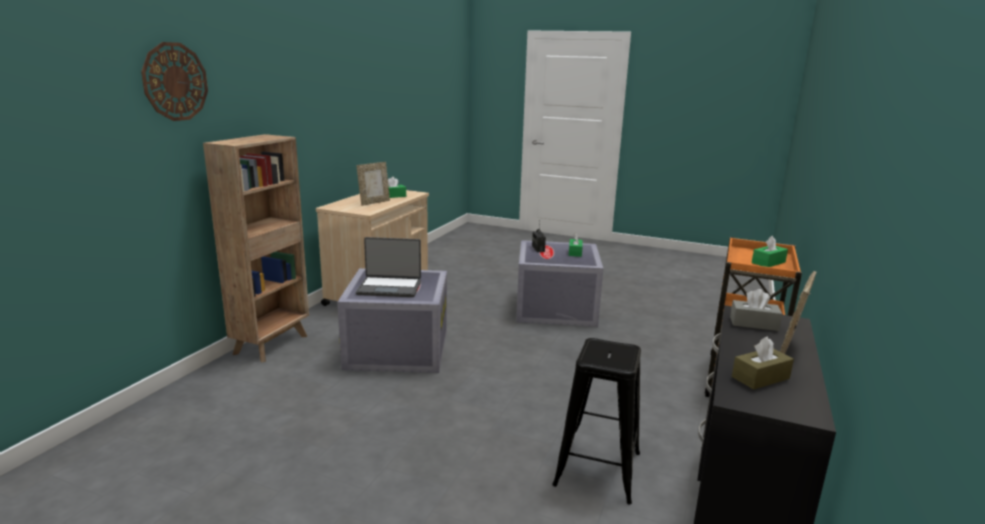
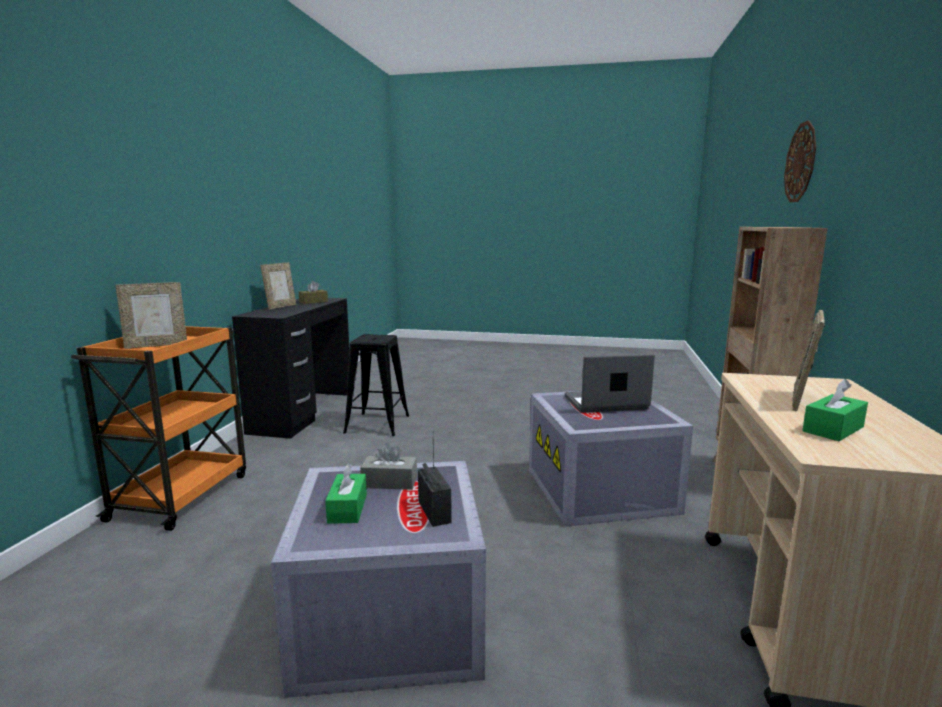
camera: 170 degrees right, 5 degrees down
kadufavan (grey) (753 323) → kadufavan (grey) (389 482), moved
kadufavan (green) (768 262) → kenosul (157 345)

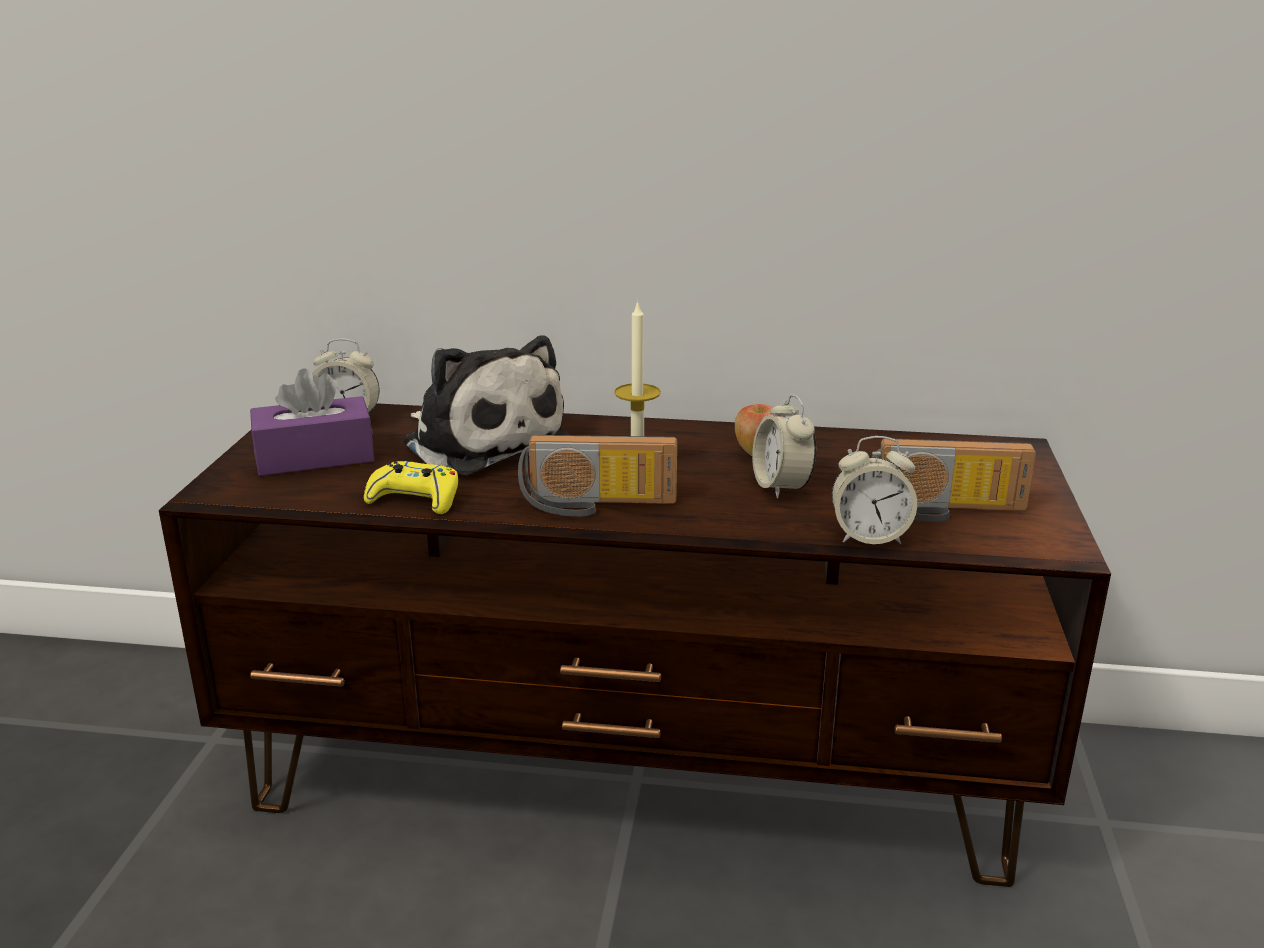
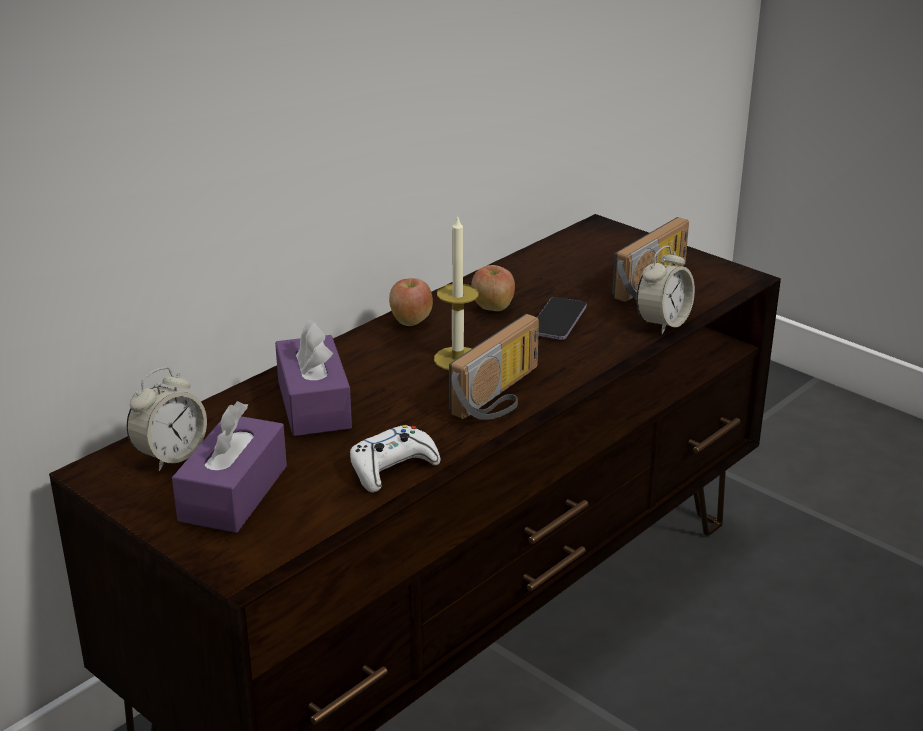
camera: 55 degrees left, 5 degrees up
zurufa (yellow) (415 499) → zurufa (white) (392 468)
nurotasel (481 441) → kadufavan (purple) (314 404)
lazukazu (781 487) → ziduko (558 321)
- → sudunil (410 321)

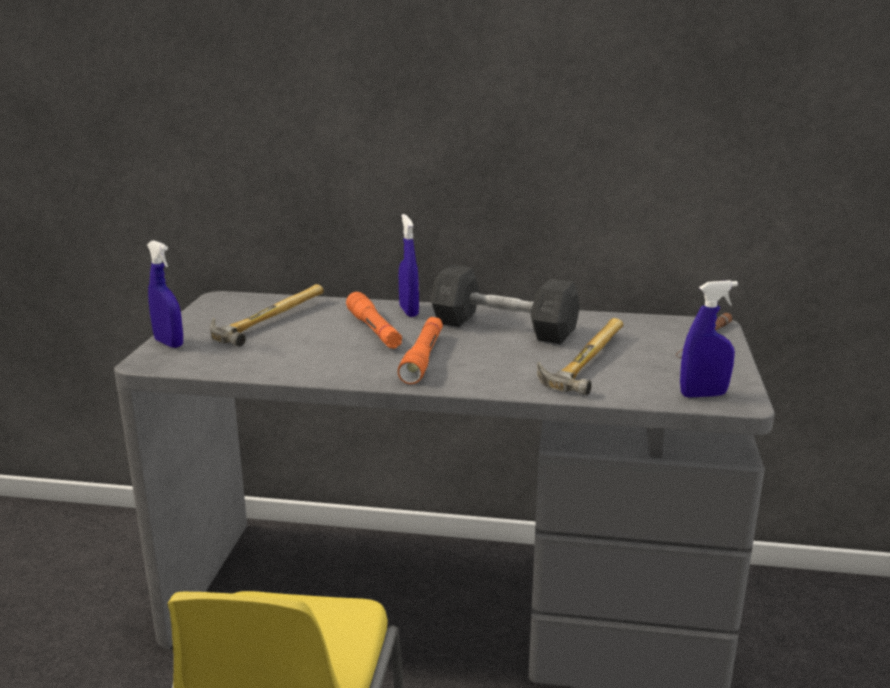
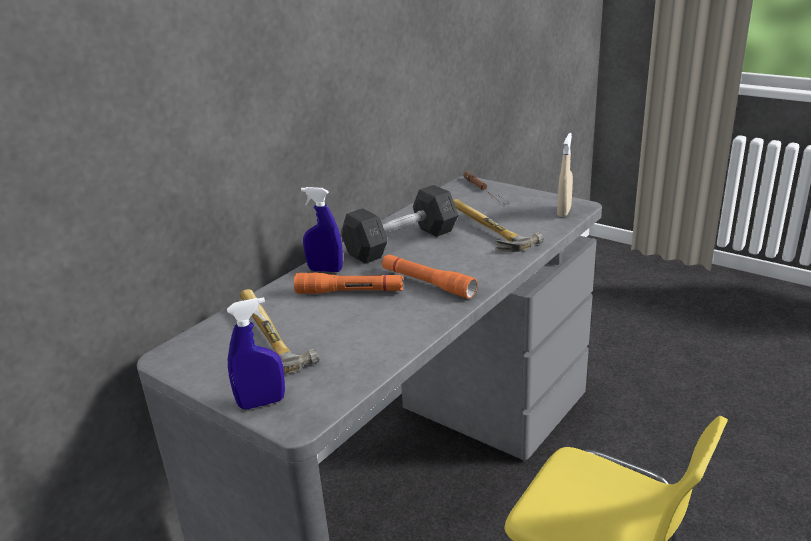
camera: 60 degrees left, 5 degrees up
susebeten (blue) (703 395) → susebeten (beige) (564 212)

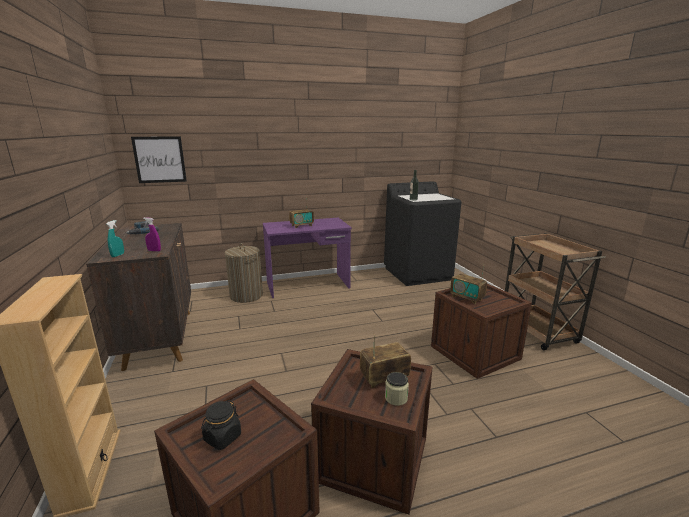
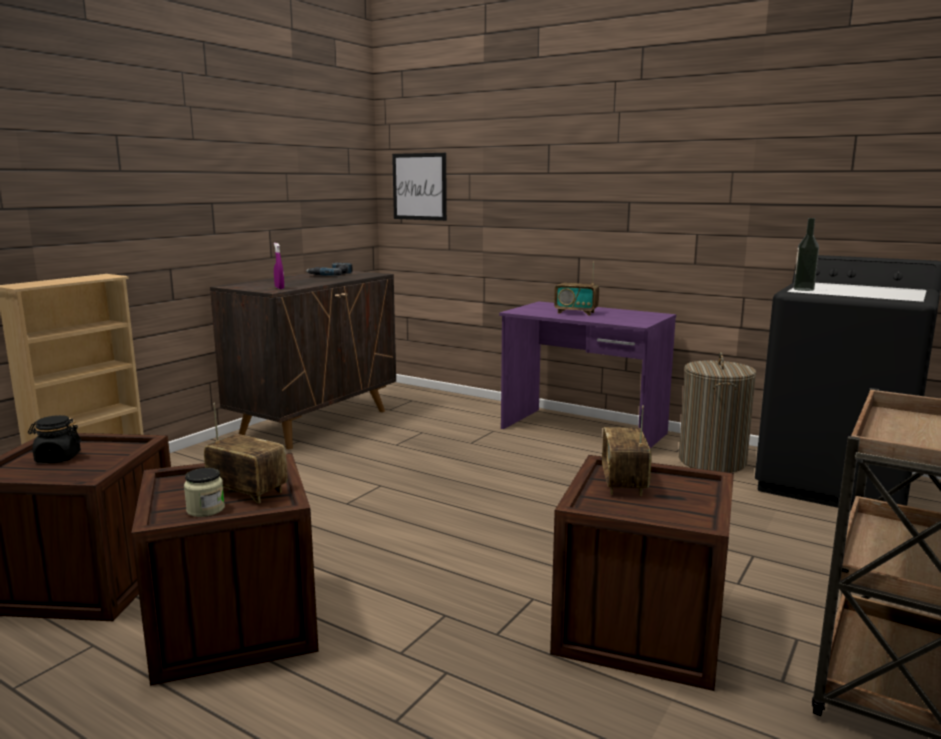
camera: 50 degrees right, 5 degrees down
susebeten (turquoise) (118 255) → -
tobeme (246 296) → tobeme (712 461), moved

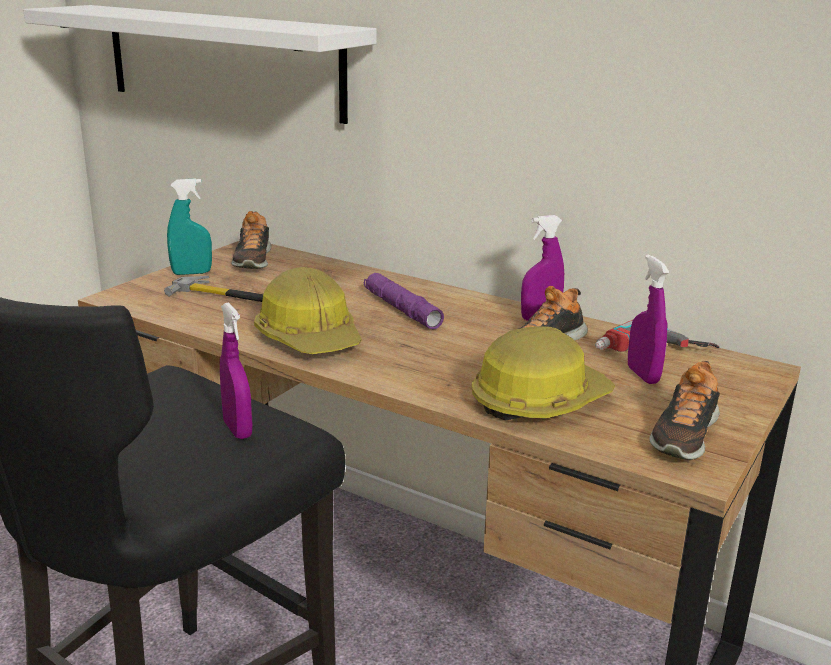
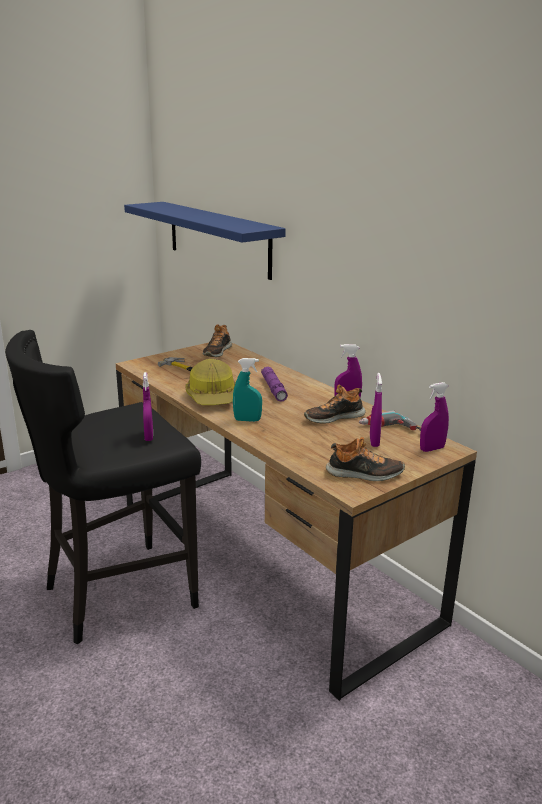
camera: 20 degrees right, 0 degrees up
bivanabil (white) (222 61) → bivanabil (blue) (218 238)
susebeten (turquoise) (192 273) → susebeten (turquoise) (247 420), moved
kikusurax (538 401) → -
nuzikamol (684 435) → nuzikamol (364 474), 135 degrees counterclockwise
- → susebeten (purple) (432 449)

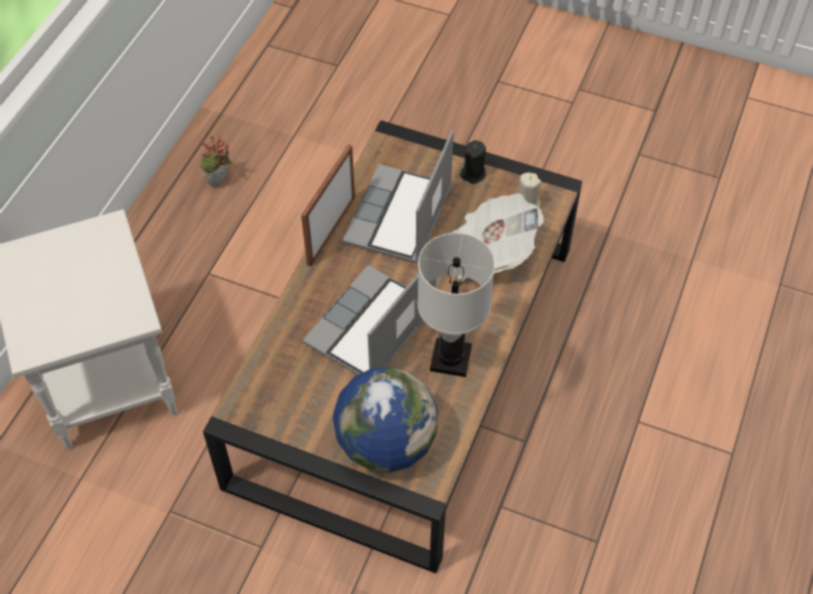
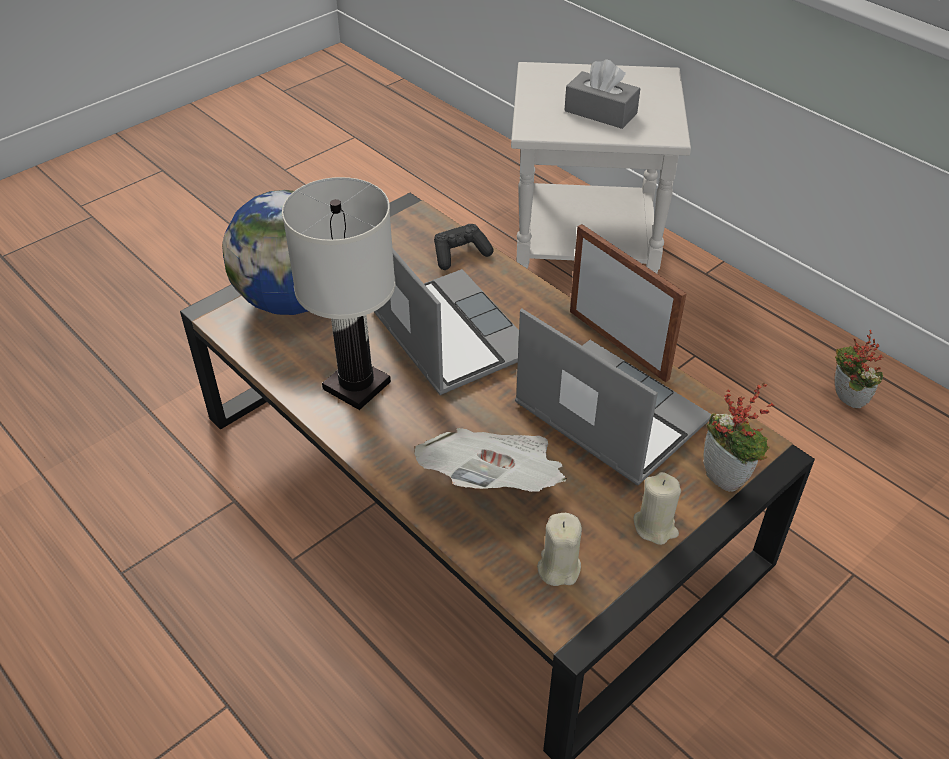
camera: 115 degrees right, 10 degrees down
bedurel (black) (473 173) → bedurel (beige) (655 527)
- → zurufa (black) (460 254)
- → kadufavan (grey) (600 112)
- → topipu (727 478)

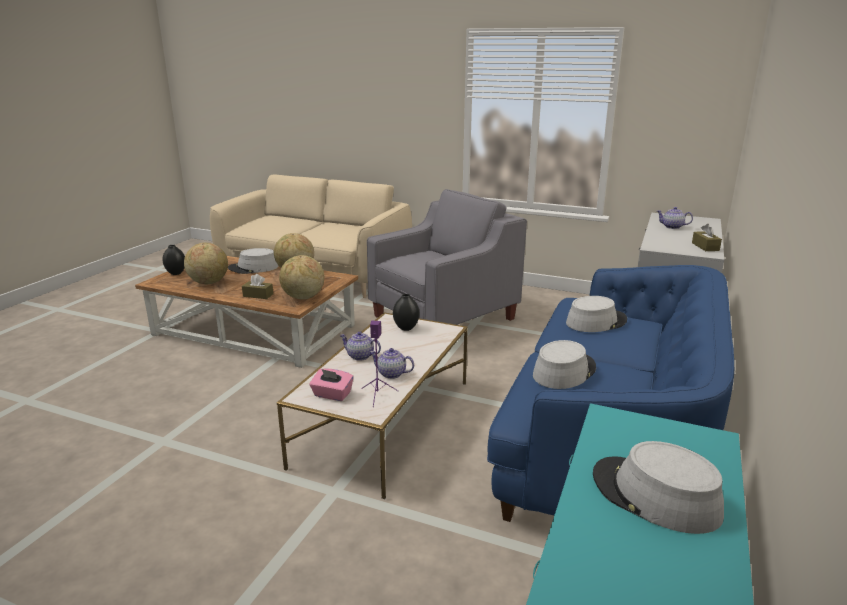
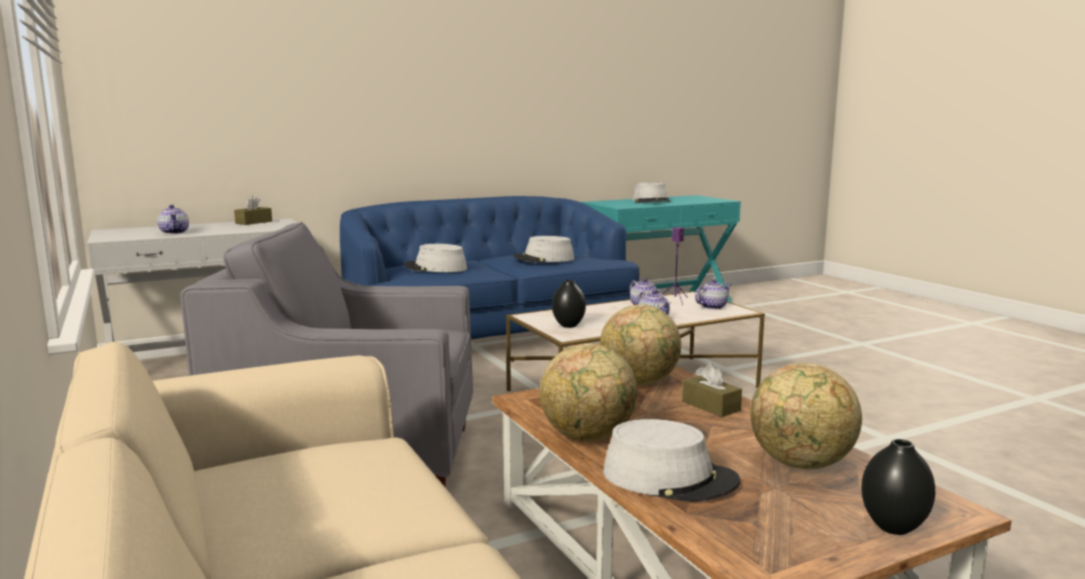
camera: 140 degrees left, 10 degrees down
kadufavan (pink) (332 395) → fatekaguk (712 307)

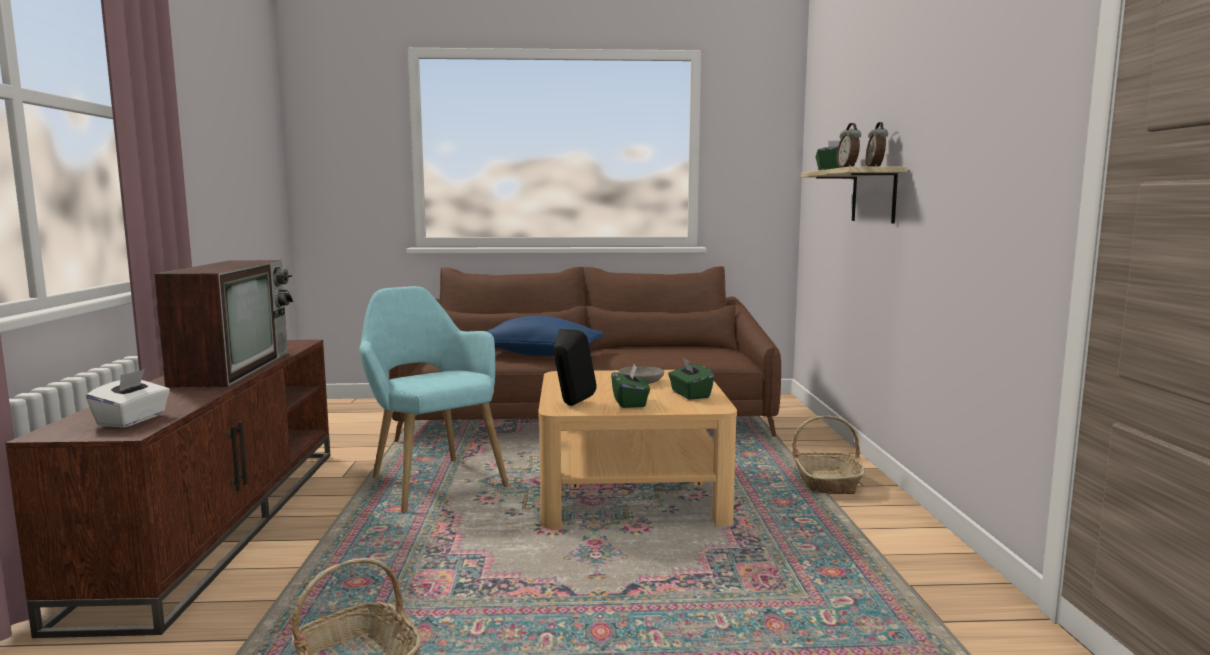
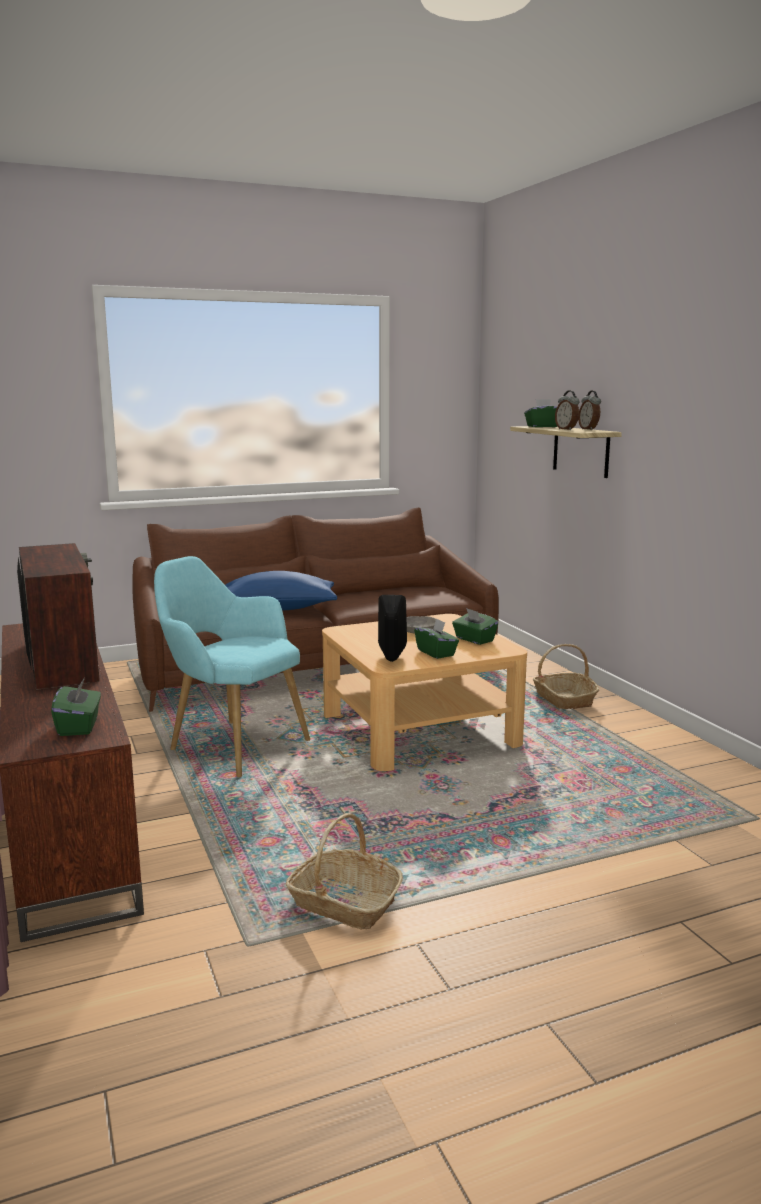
camera: 20 degrees left, 5 degrees up
kadufavan (white) (132 420) → kadufavan (green) (79 726)

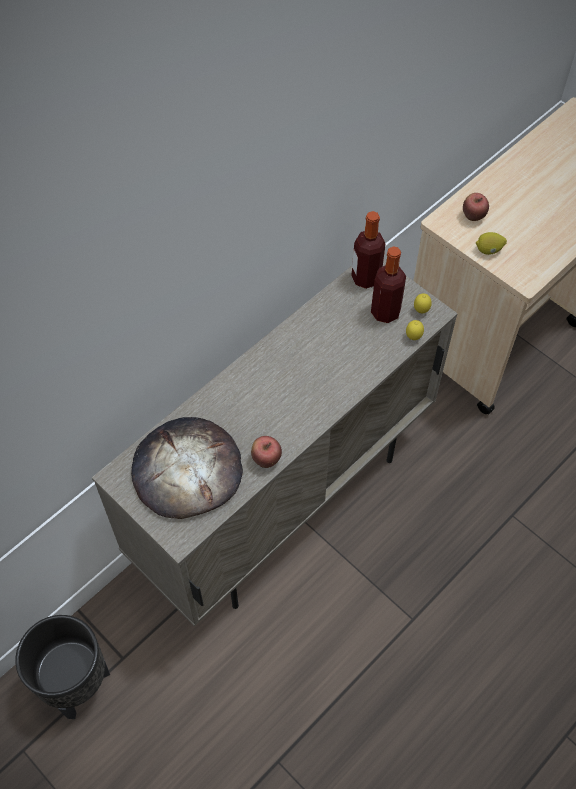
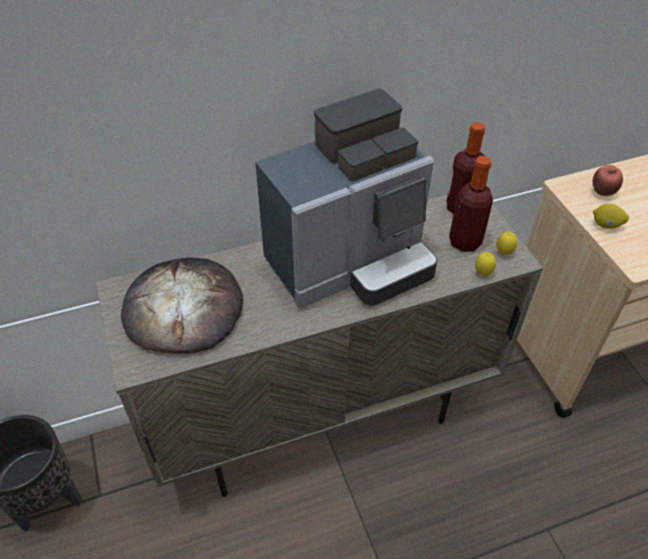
camera: 25 degrees right, 10 degrees down
sudunil (266 459) → -
- → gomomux (351 263)

